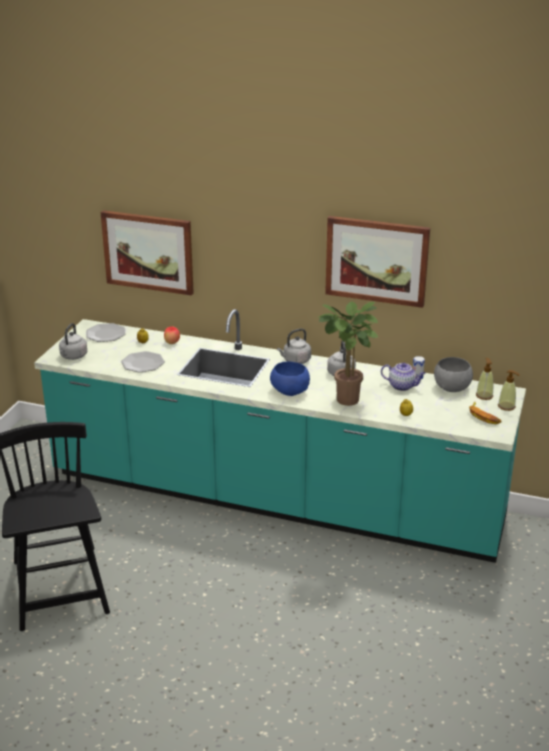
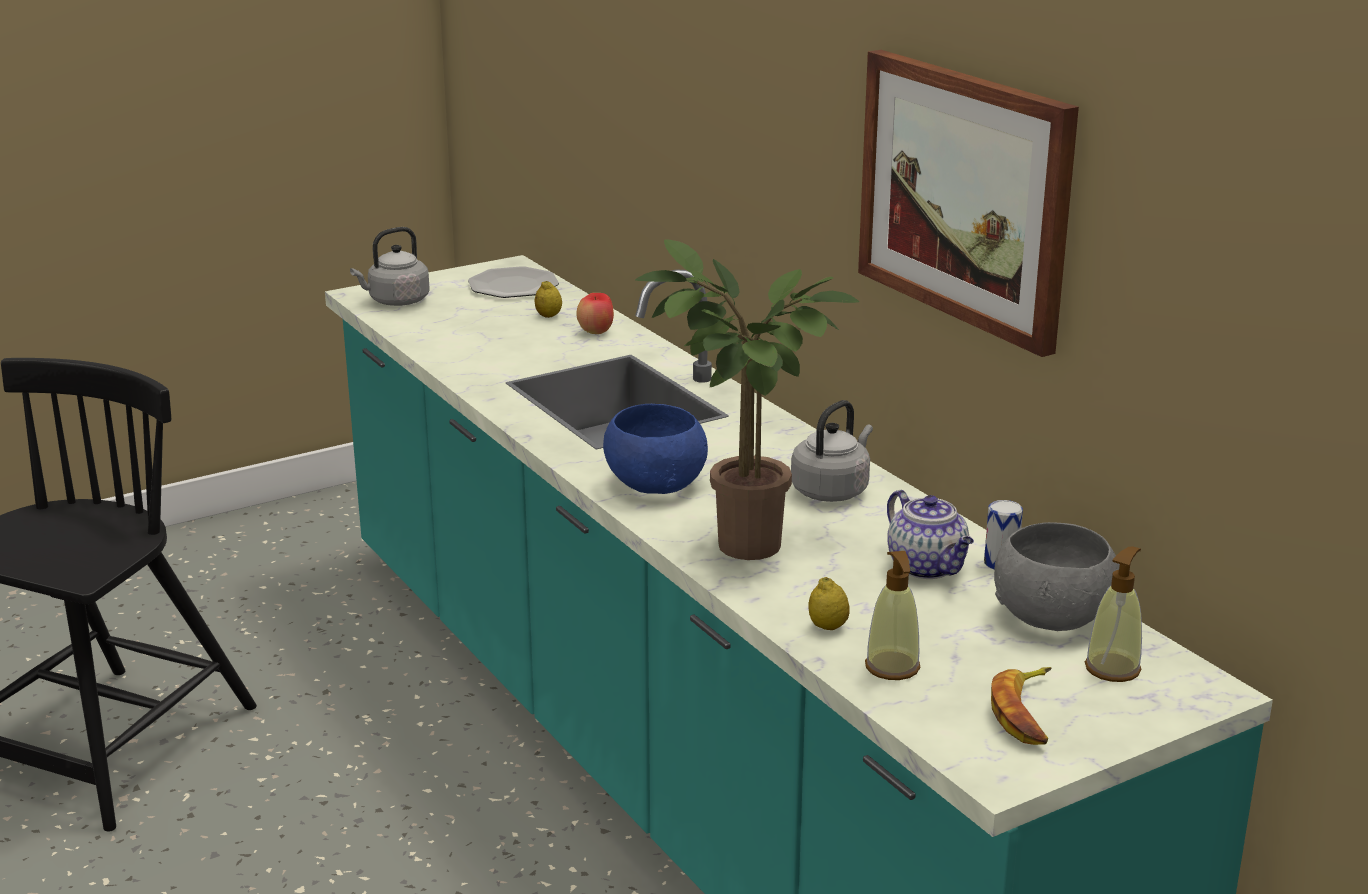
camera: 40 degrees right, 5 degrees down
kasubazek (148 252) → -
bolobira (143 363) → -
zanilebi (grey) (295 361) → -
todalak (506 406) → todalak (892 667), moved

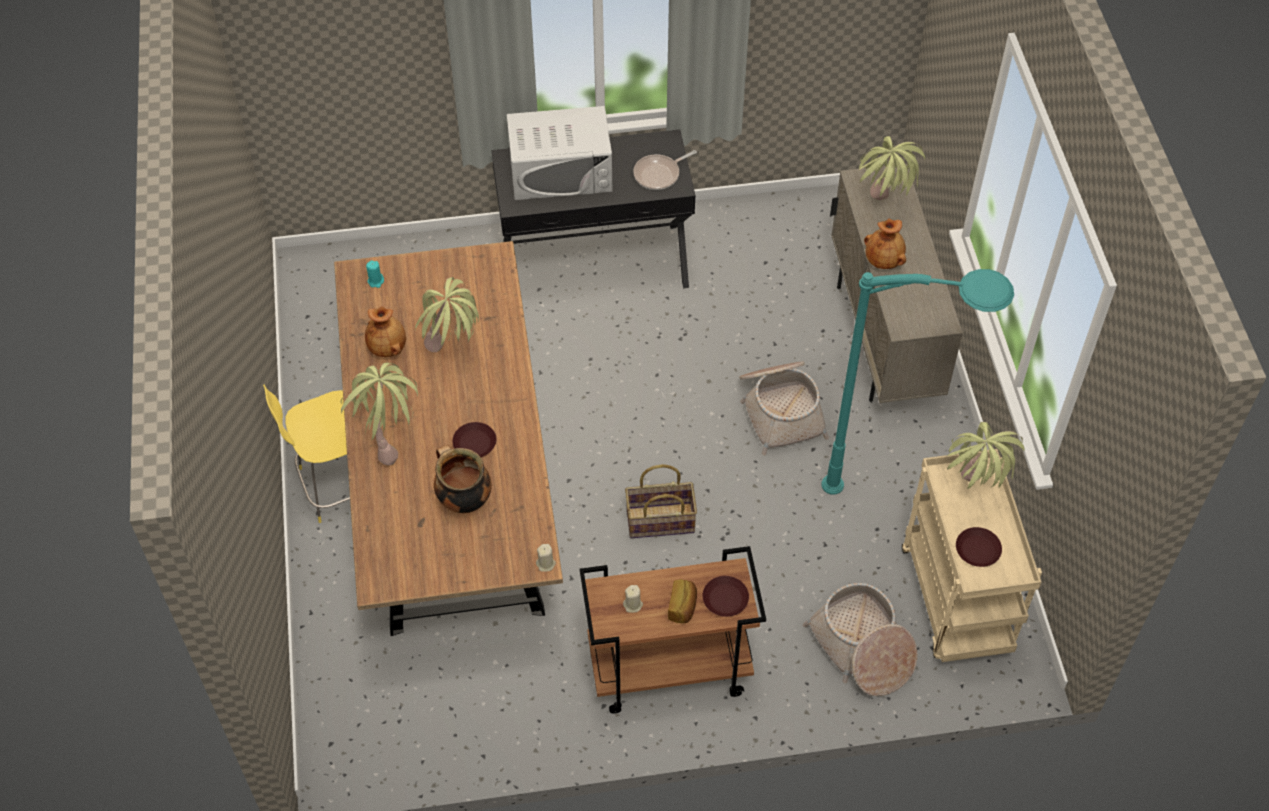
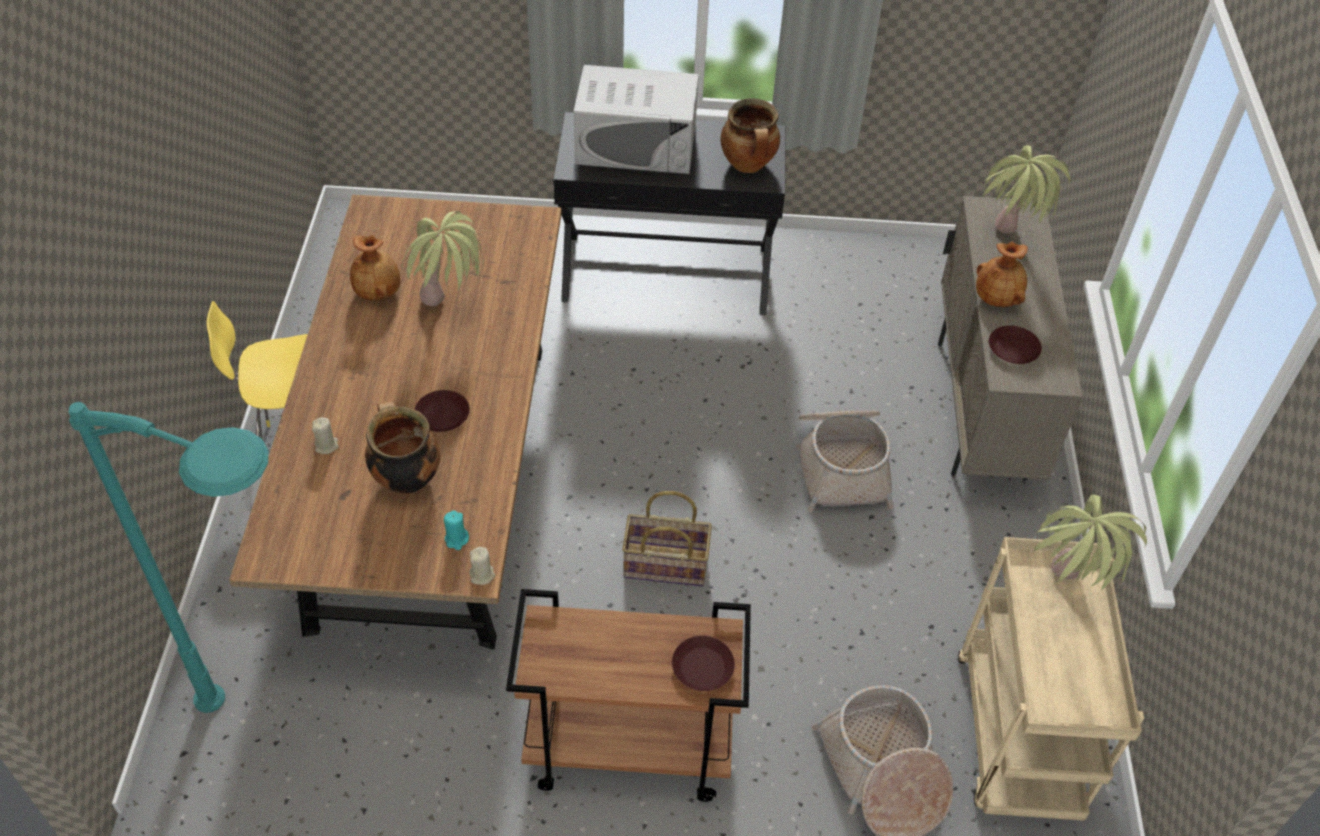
camera: 10 degrees right, 5 degrees down
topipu (389 439) → -
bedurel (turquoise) (376 281) → bedurel (turquoise) (456 539), moved
bedurel (beige) (633 604) → bedurel (beige) (326 446), moved
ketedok (659 174) → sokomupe (748 166)
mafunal (683 607) → -
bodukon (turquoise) (903 498) → bodukon (turquoise) (291 737), moved
bolobira (brown) (977 549) → bolobira (brown) (1013 349), moved

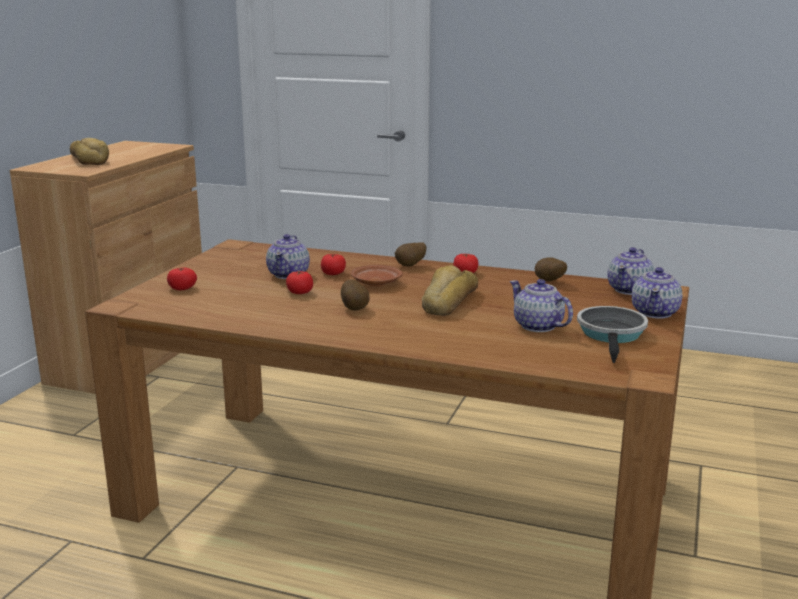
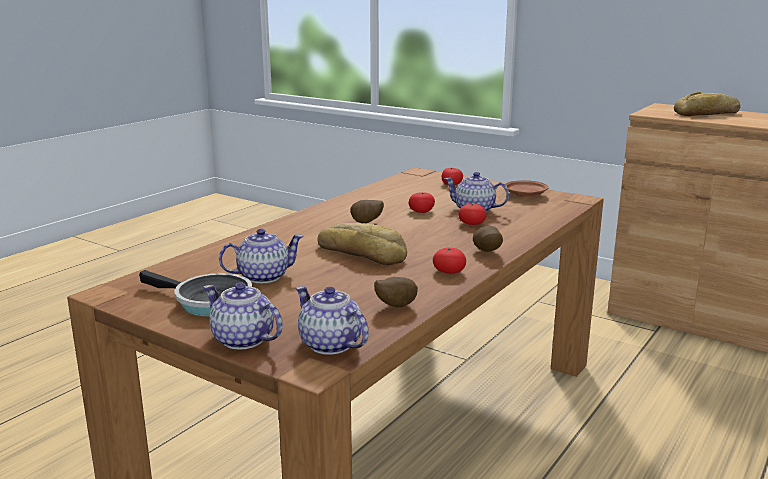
camera: 105 degrees right, 0 degrees up
bolobira (brown) (375 283) → bolobira (brown) (525 195), moved

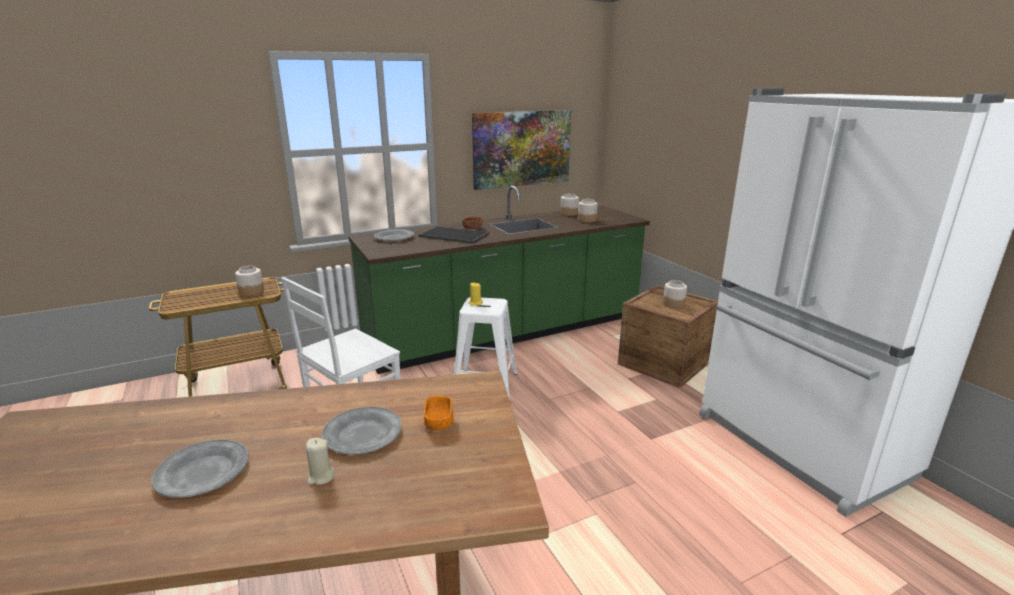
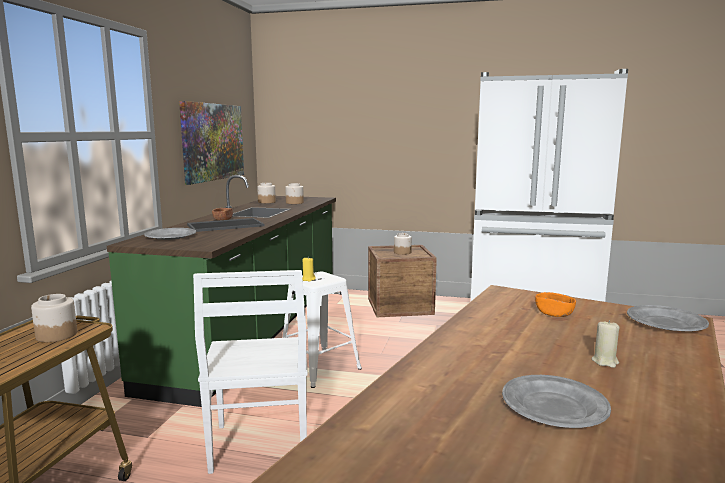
camera: 50 degrees left, 10 degrees down
bolobira (grey) (362 434) → bolobira (grey) (666 323), moved

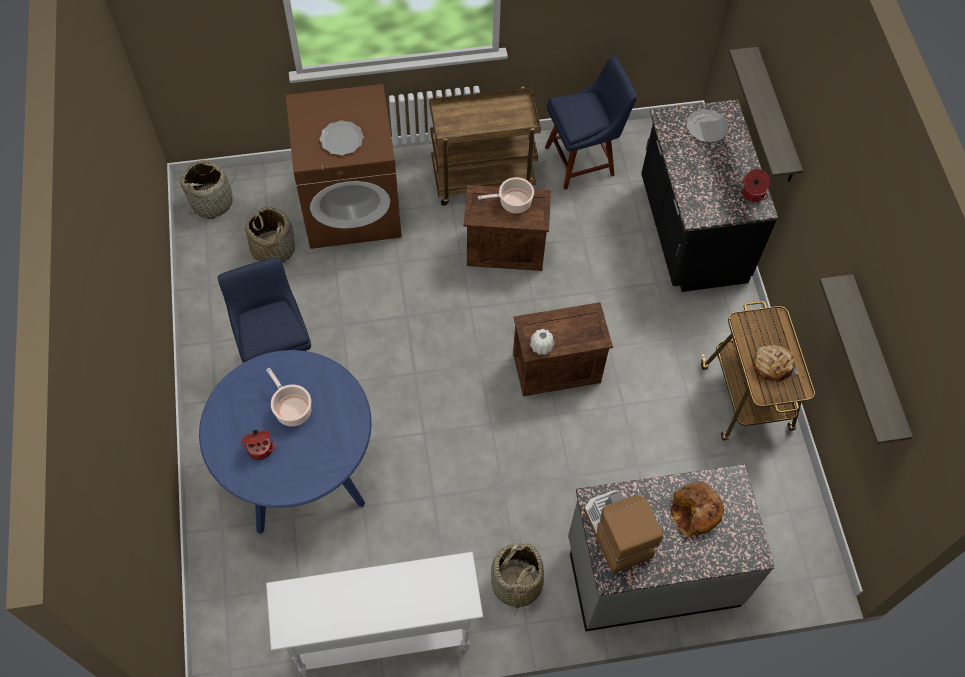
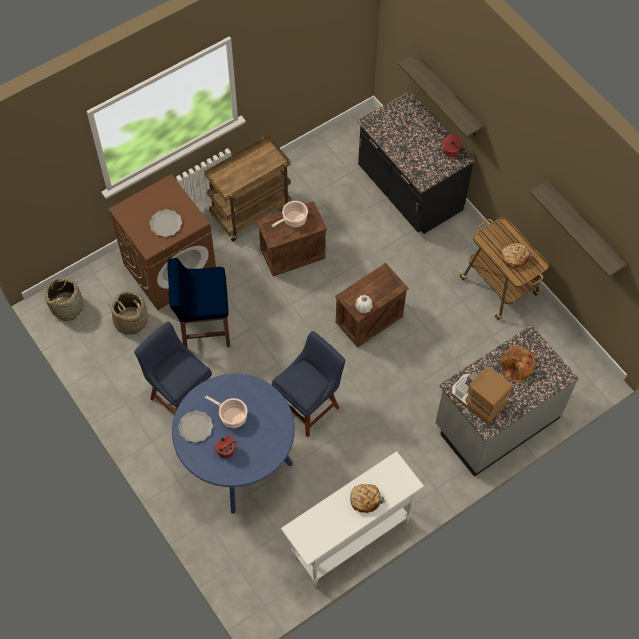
camera: 25 degrees left, 0 degrees up
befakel (516 584) → -
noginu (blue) (583 160) → noginu (blue) (309 405), moved
bolobira (706 127) → bolobira (195 427), moved
- → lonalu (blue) (204 328)
- → mafunal (365 499)

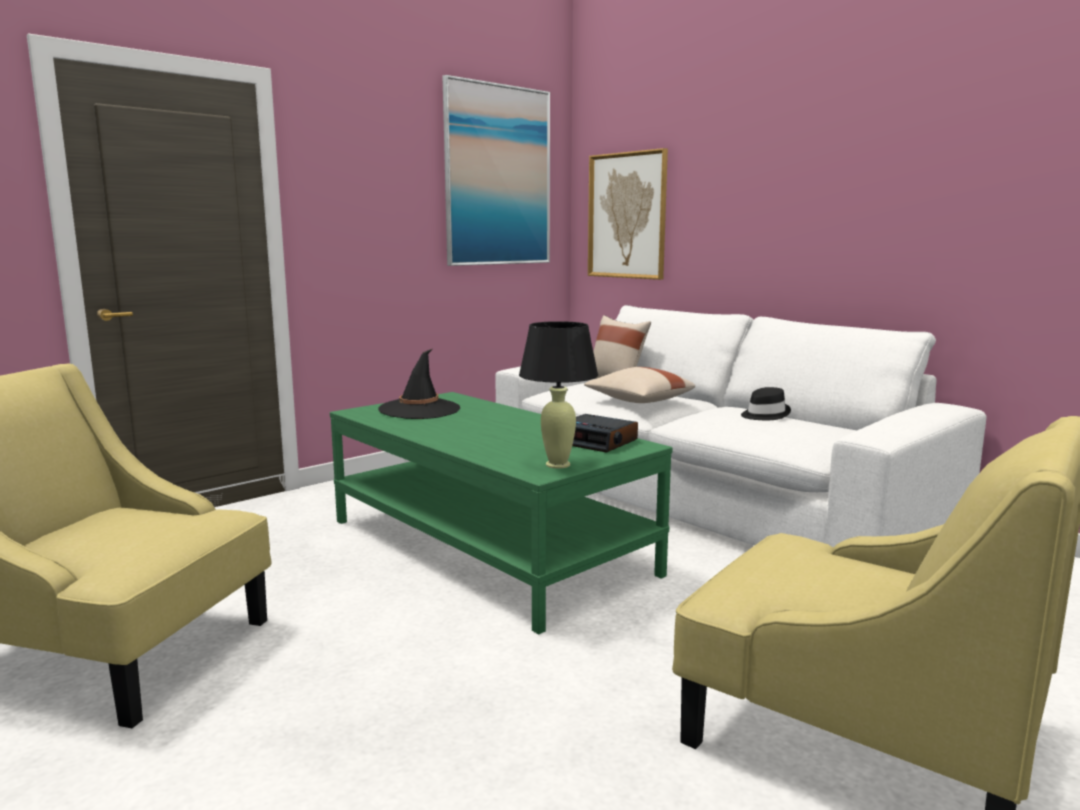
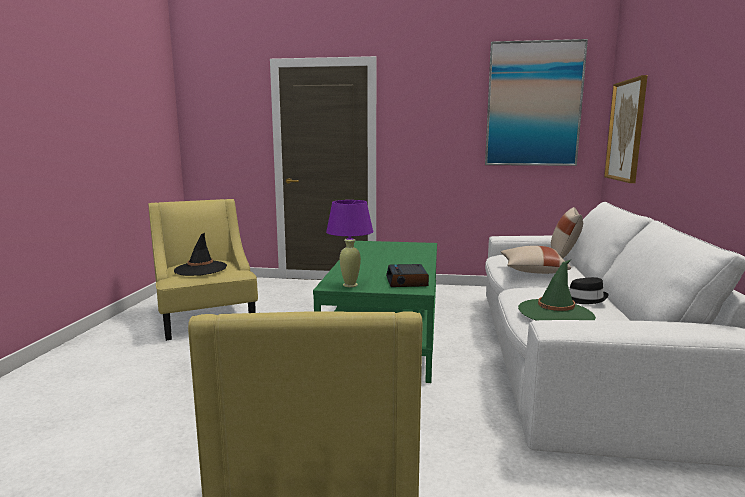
camera: 50 degrees right, 0 degrees up
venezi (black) (419 409) → venezi (black) (200 269), moved
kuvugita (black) (557 464) → kuvugita (purple) (350 285)
- → venezi (green) (555 313)

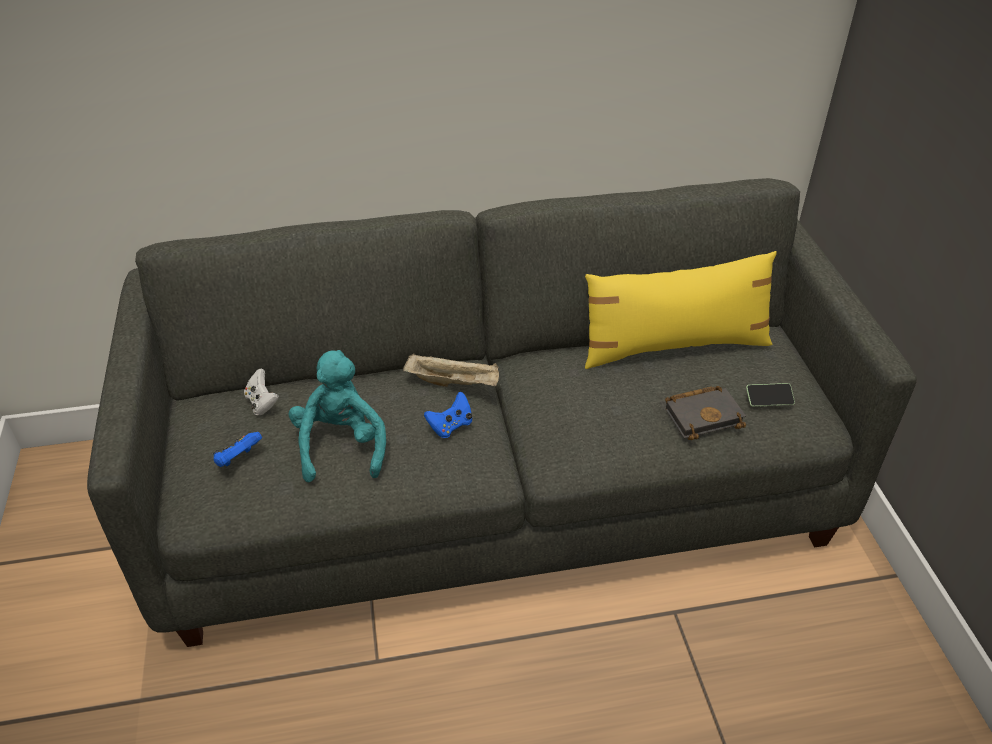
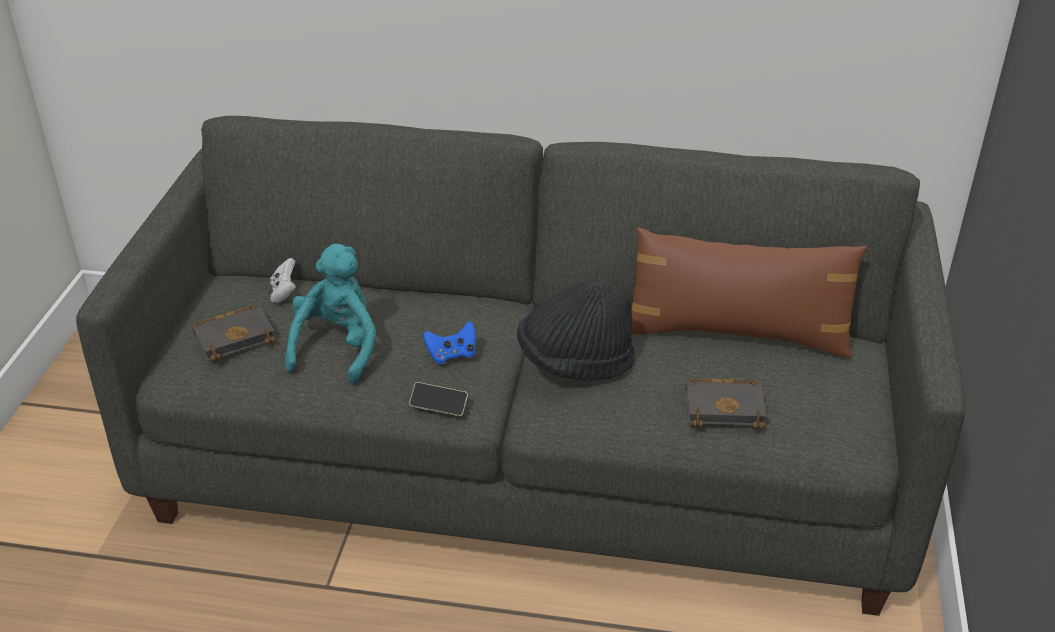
camera: 20 degrees right, 5 degrees down
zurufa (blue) (238 459) → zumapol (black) (236 336)
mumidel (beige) (454 382) → -
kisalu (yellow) (674 346) → kisalu (brown) (737 334)
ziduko (769 400) → ziduko (439 405), moved
- → venezi (black) (575 362)

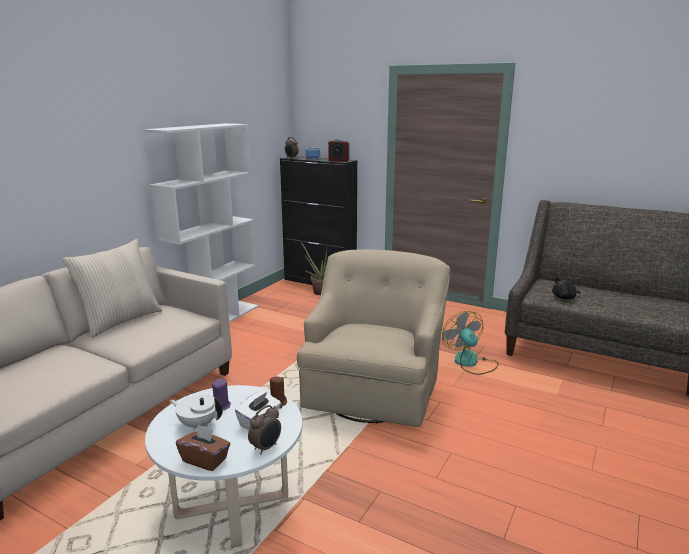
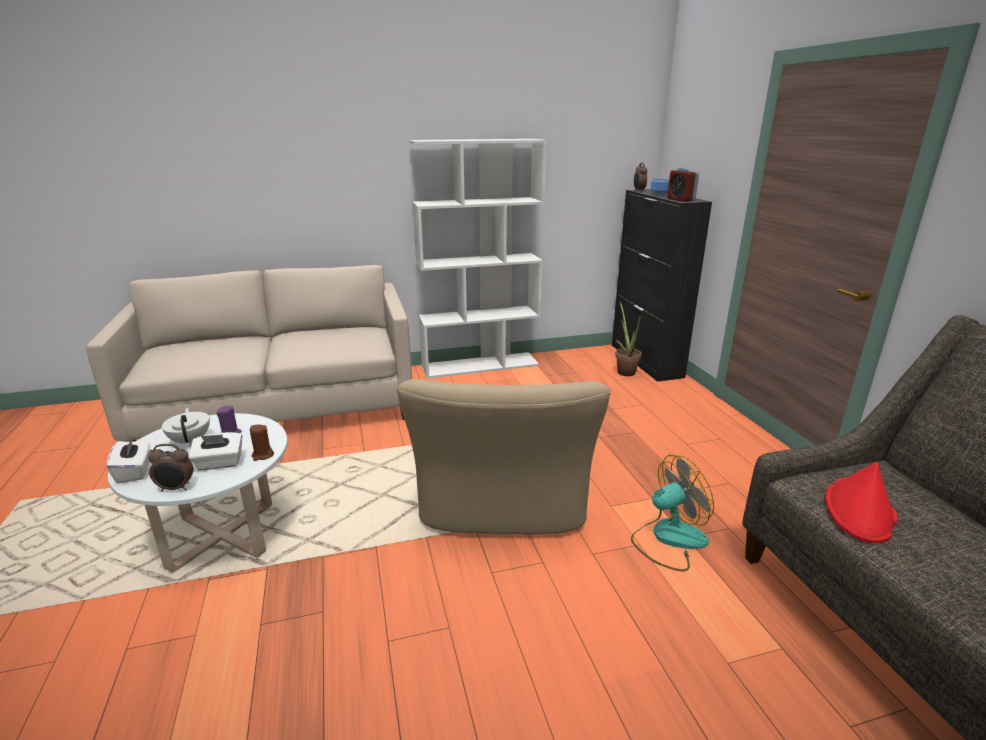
camera: 45 degrees right, 5 degrees up
kisalu (beige) (120 320) → -
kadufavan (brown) (205 460) → kadufavan (white) (134 471)
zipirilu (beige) (374 387) → zipirilu (beige) (502 503), 120 degrees clockwise
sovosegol (470 363) → sovosegol (668 539), 45 degrees clockwise
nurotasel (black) (564 298) → venezi (red) (859 510)

